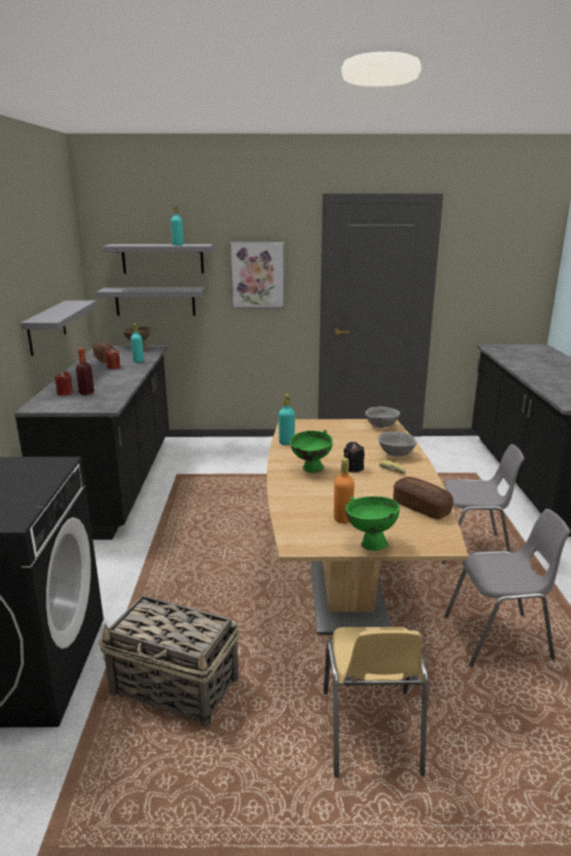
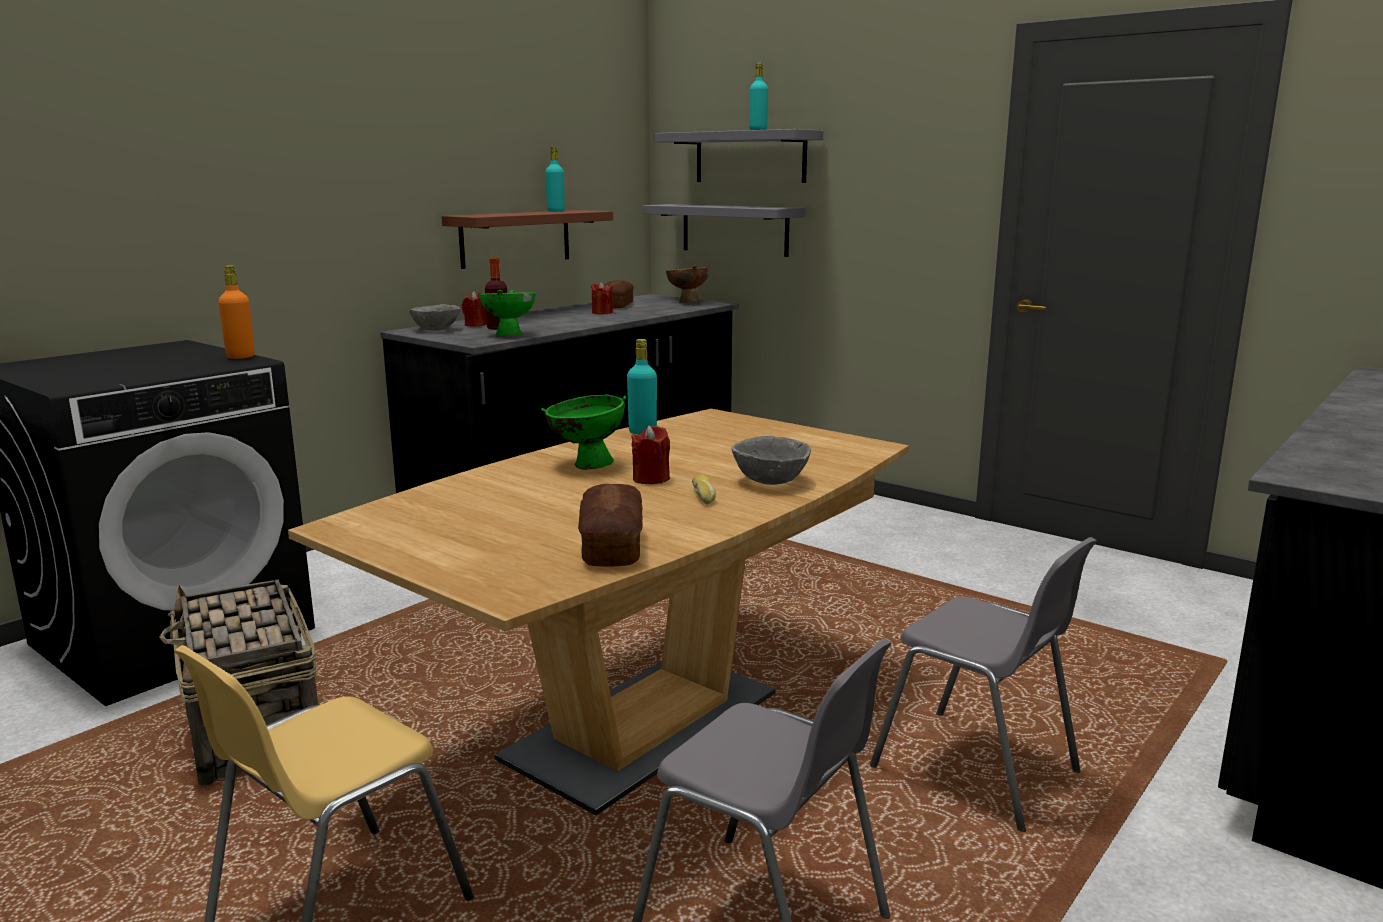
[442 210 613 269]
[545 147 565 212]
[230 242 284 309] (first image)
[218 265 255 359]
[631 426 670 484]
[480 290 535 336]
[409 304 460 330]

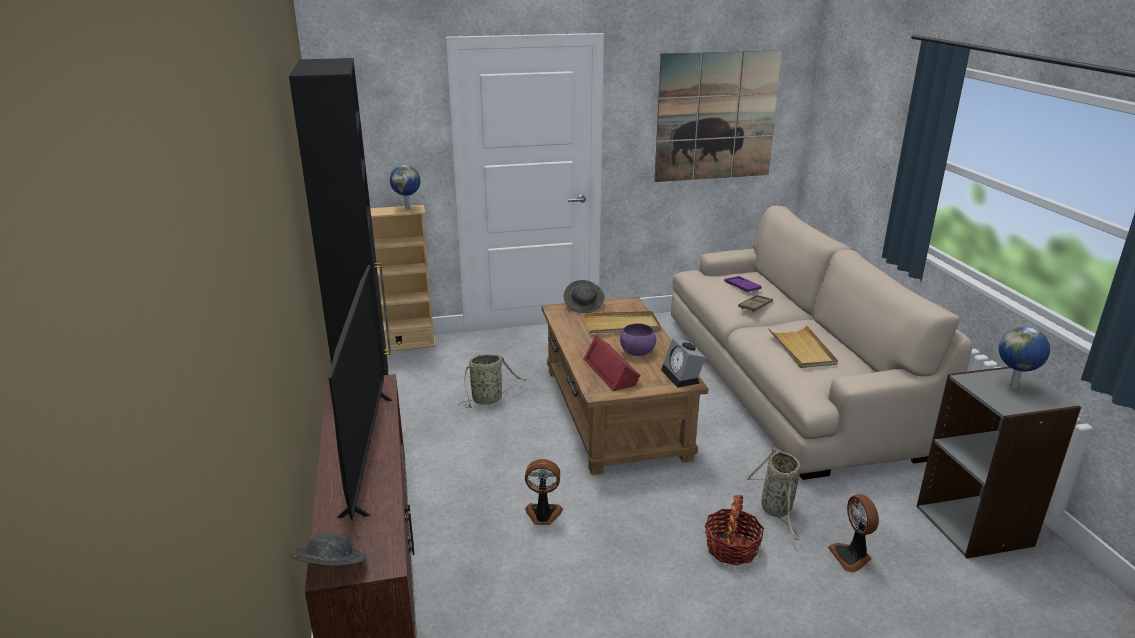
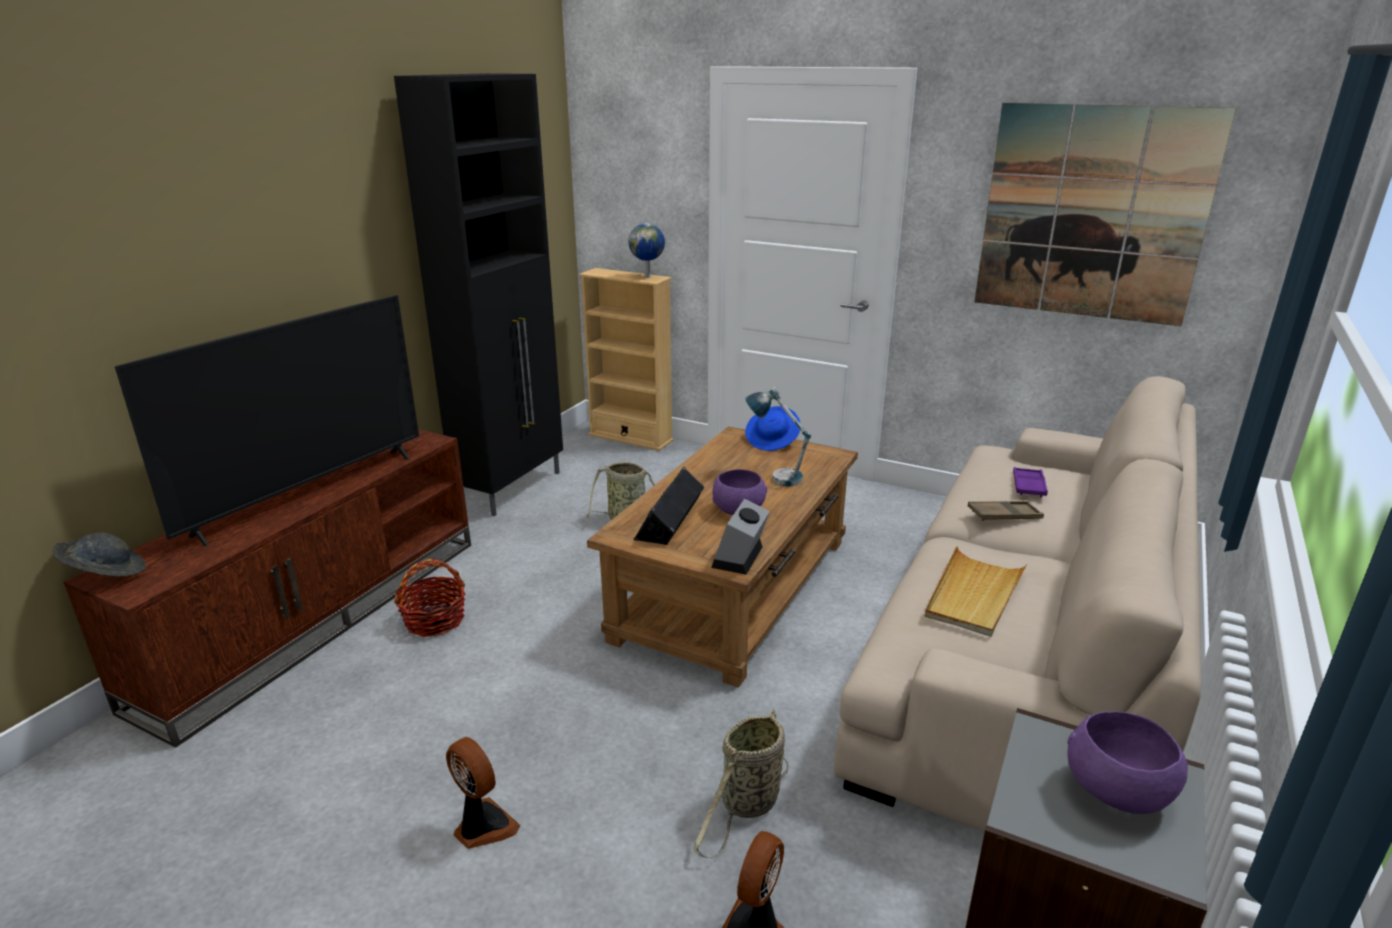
[446 737 520 849]
[745 406 801 451]
[745 386 811 487]
[633 466 704 545]
[394 559 465 637]
[1067 711 1188 814]

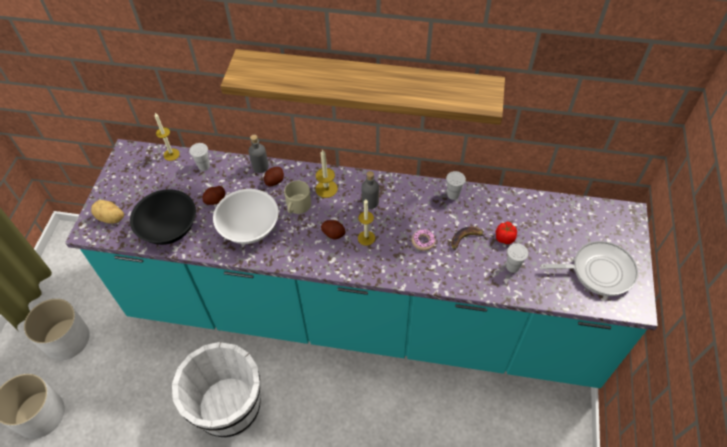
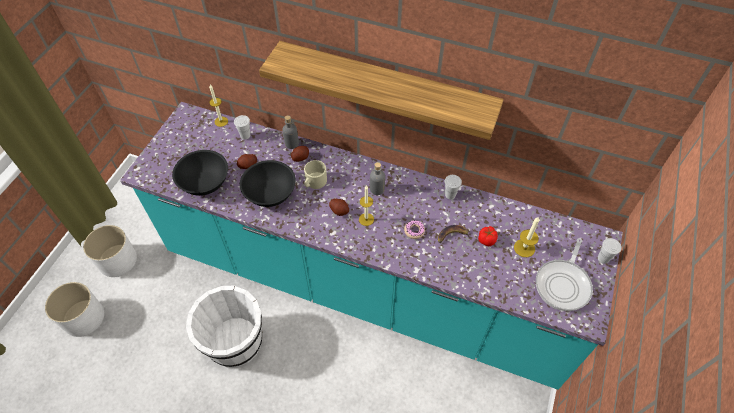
[91 200 124 224] (first image)
[240 160 296 207]
[514 217 539 257]
[598 238 621 264]
[536 238 593 311]

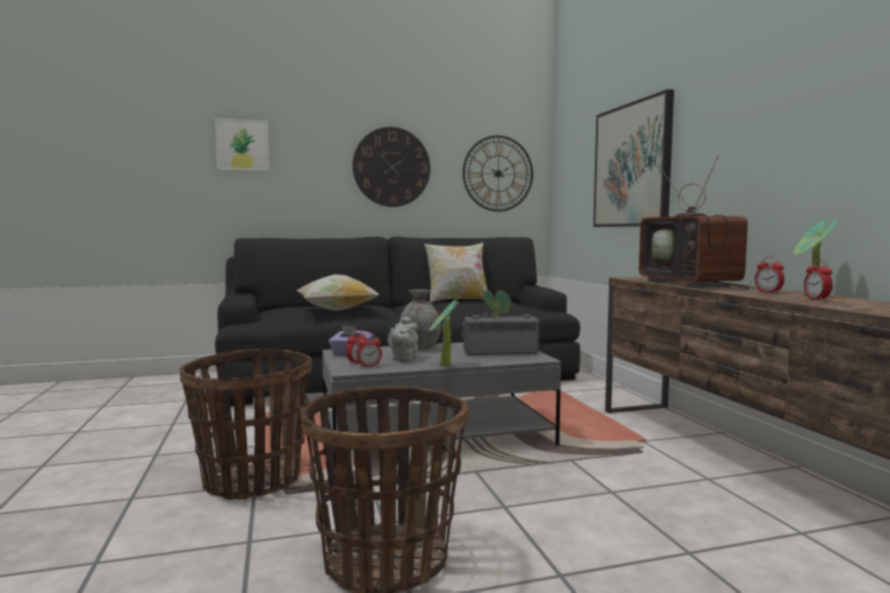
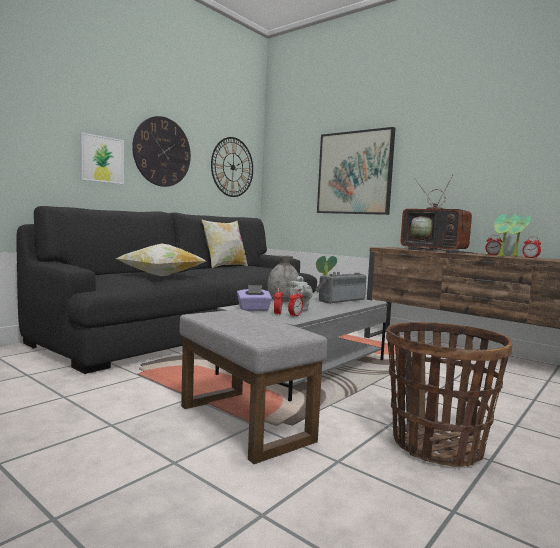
[180 309 327 464]
[80 132 124 184]
[494 214 518 257]

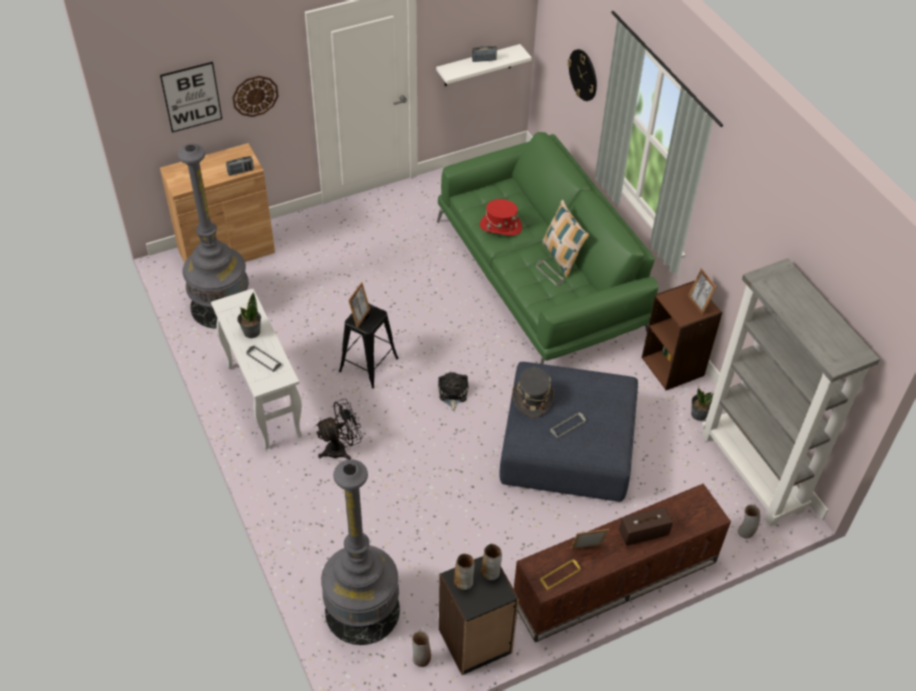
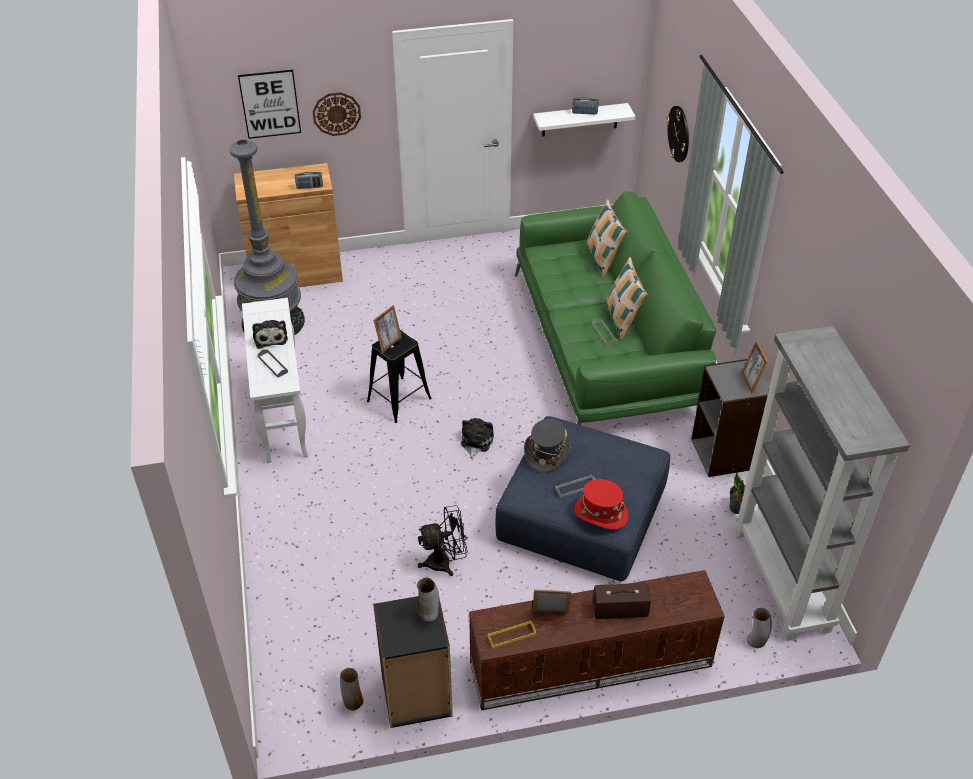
[252 320 288 349]
[418 505 468 576]
[321 459 400 645] (first image)
[454 554 475 590] (first image)
[574 479 628 530]
[691 359 770 477]
[586 199 627 277]

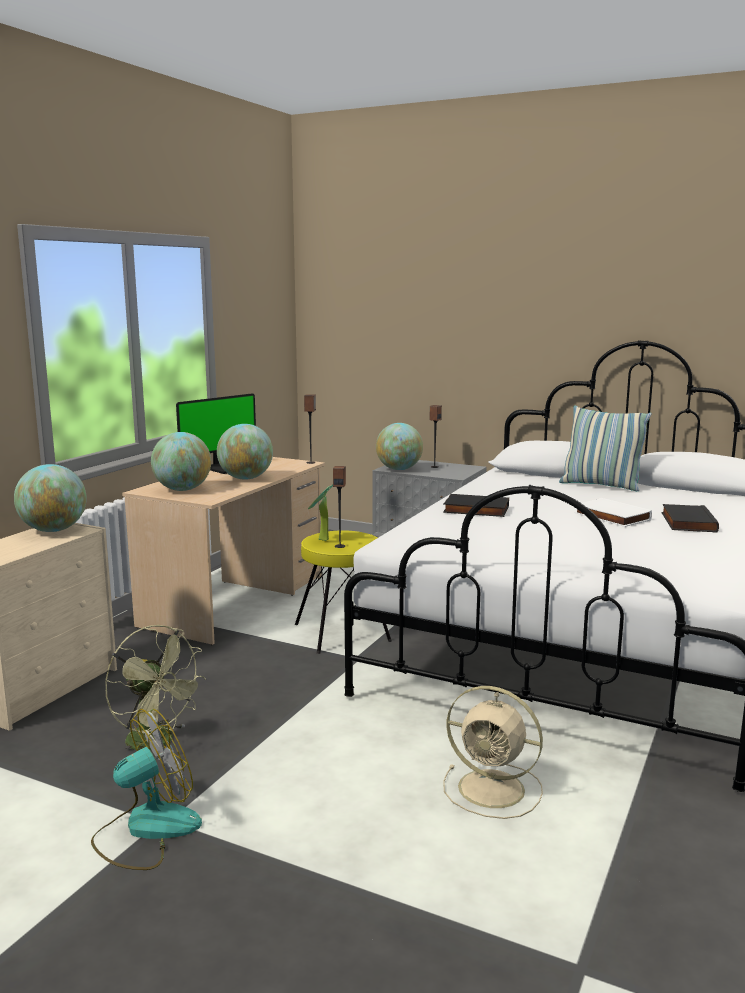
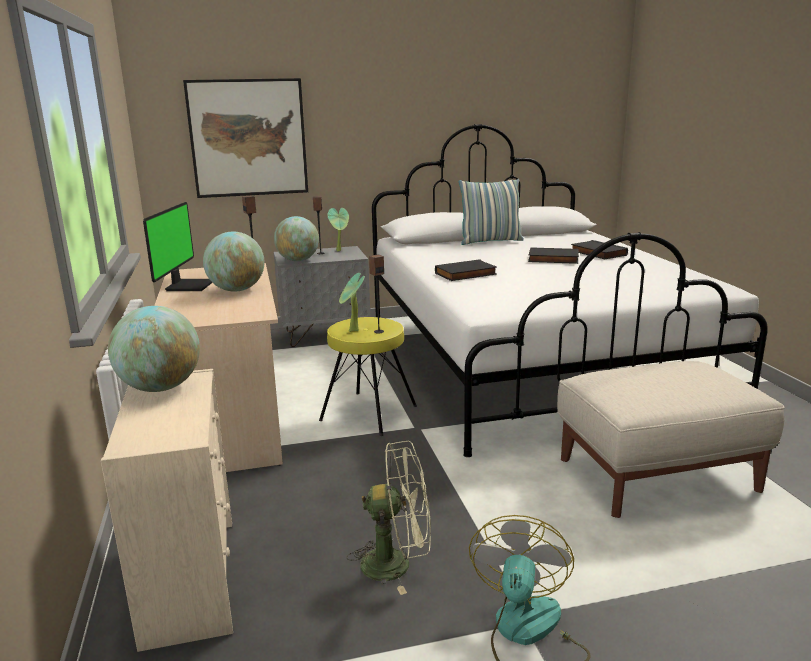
[151 432 211 491] (first image)
[557 361 785 518]
[528 247 579 264]
[183 78 308 198]
[327 208 349 252]

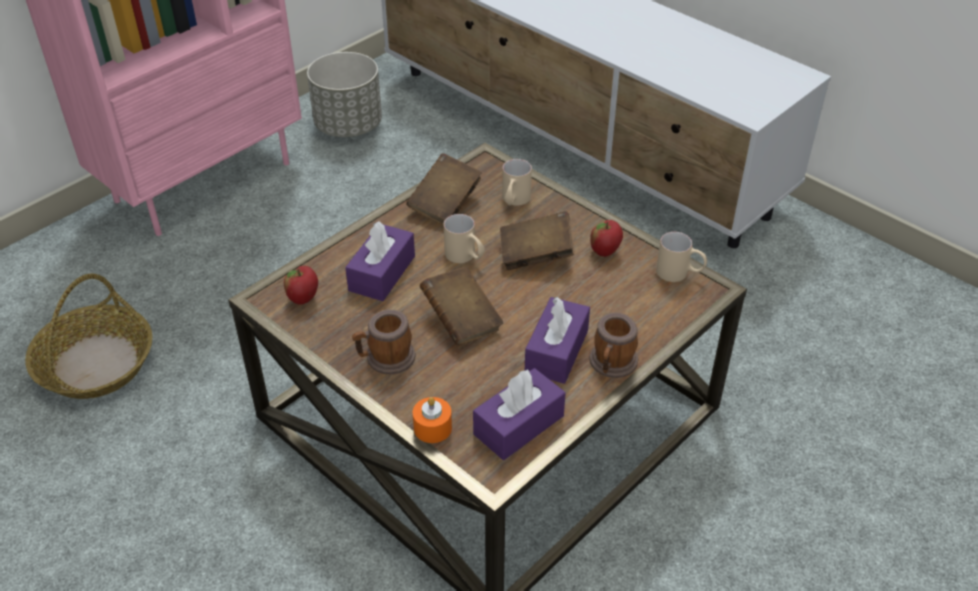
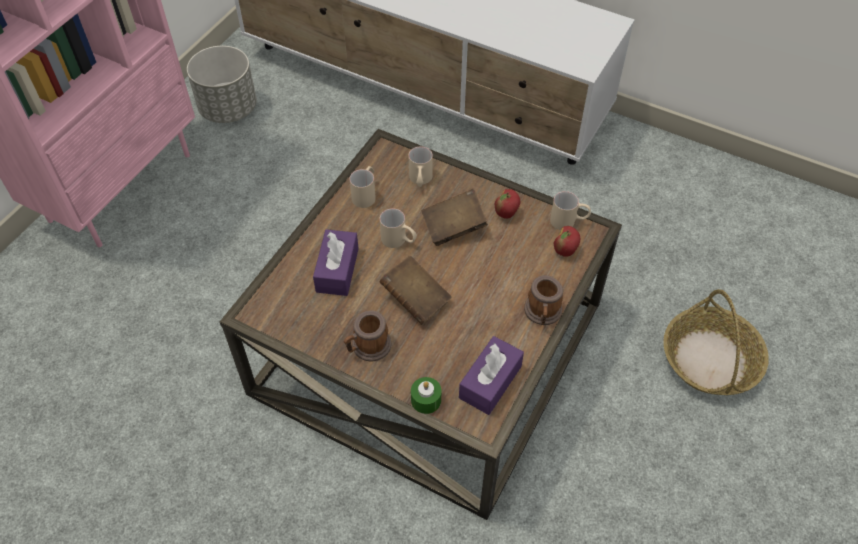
[663 289 769 395]
[554 226 580 257]
[349 166 376 208]
[411 377 441 414]
[525 297 590 384] (first image)

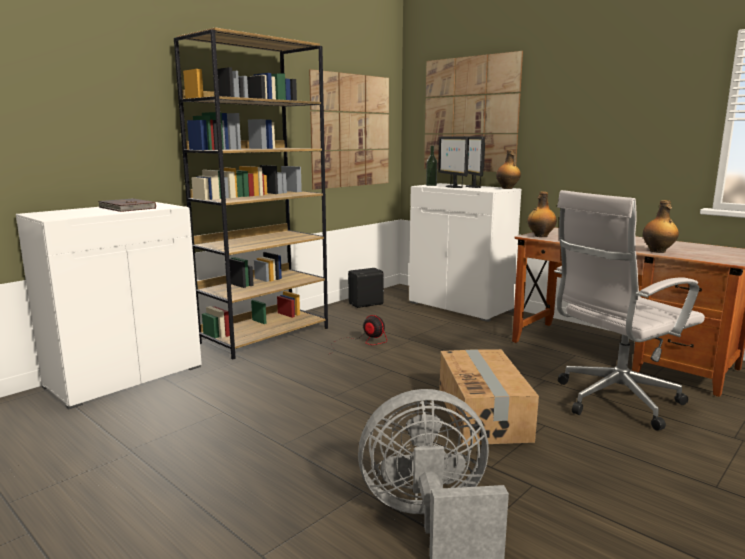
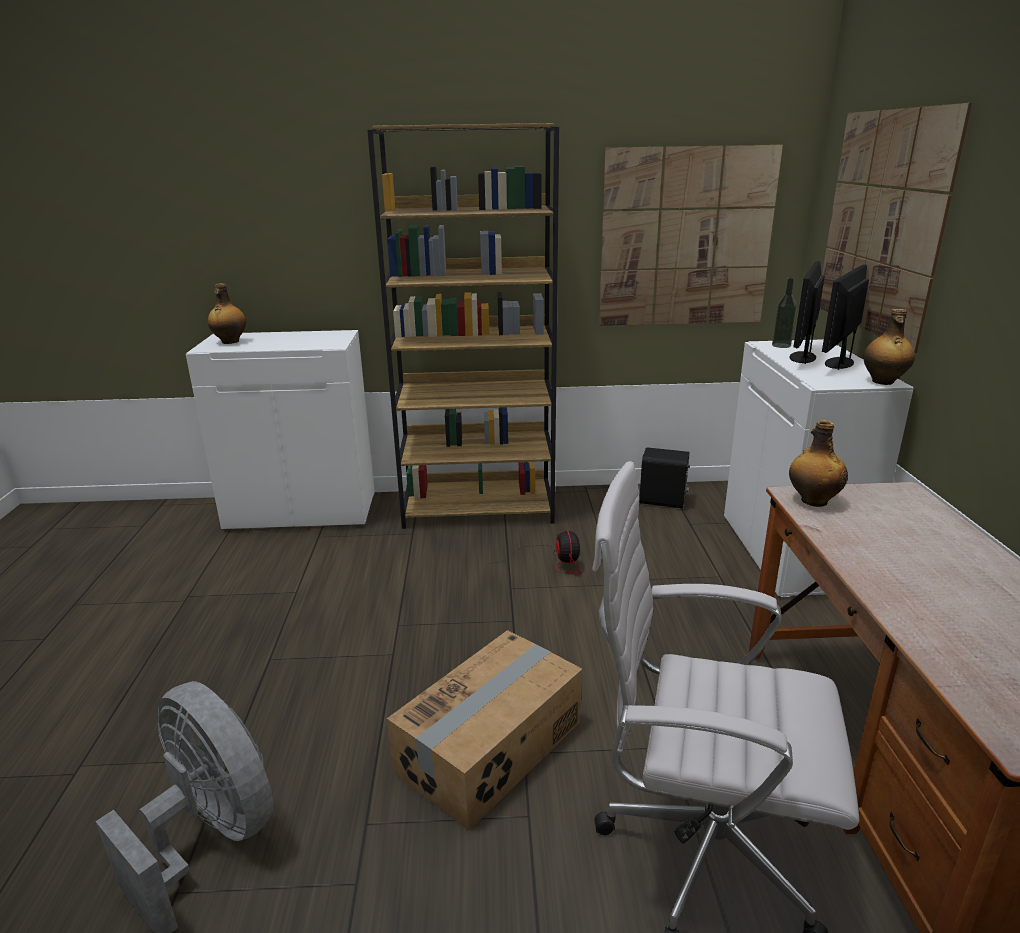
[98 198 156 212] (first image)
[207 283 246 344]

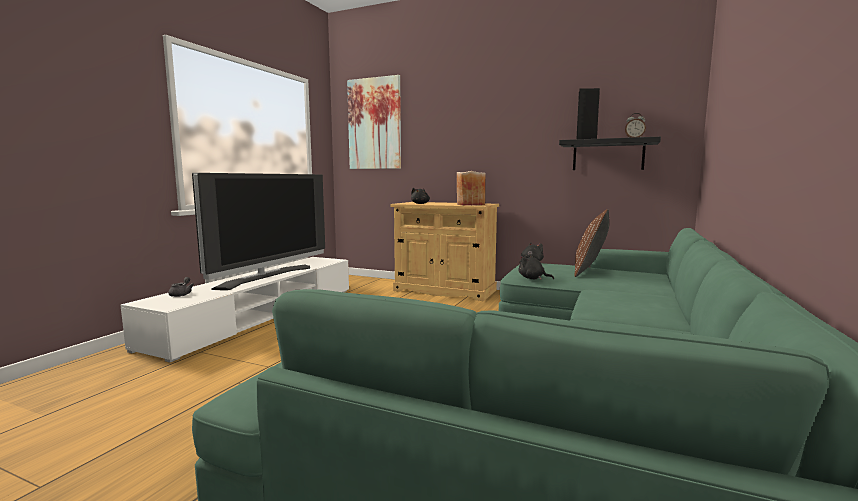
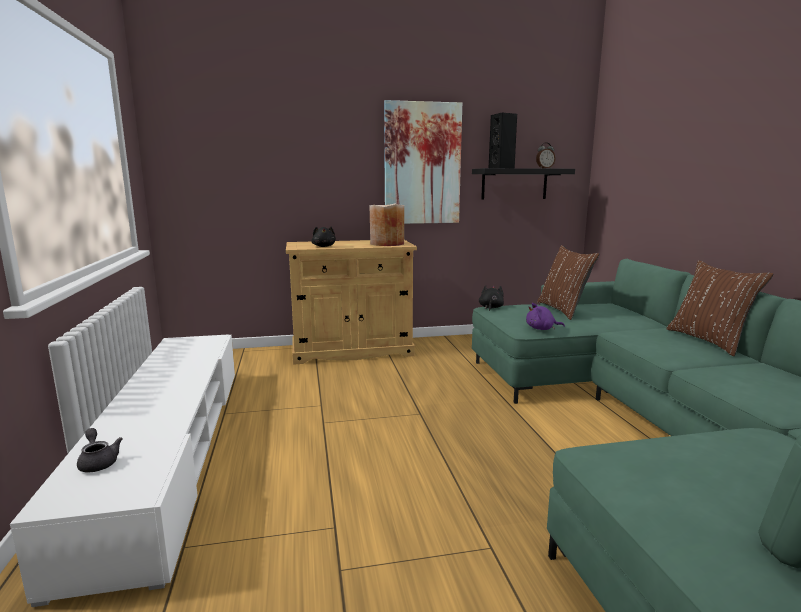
[192 173 325 290] (first image)
[384 100 462 224]
[526 303 565 330]
[666 260 774 356]

